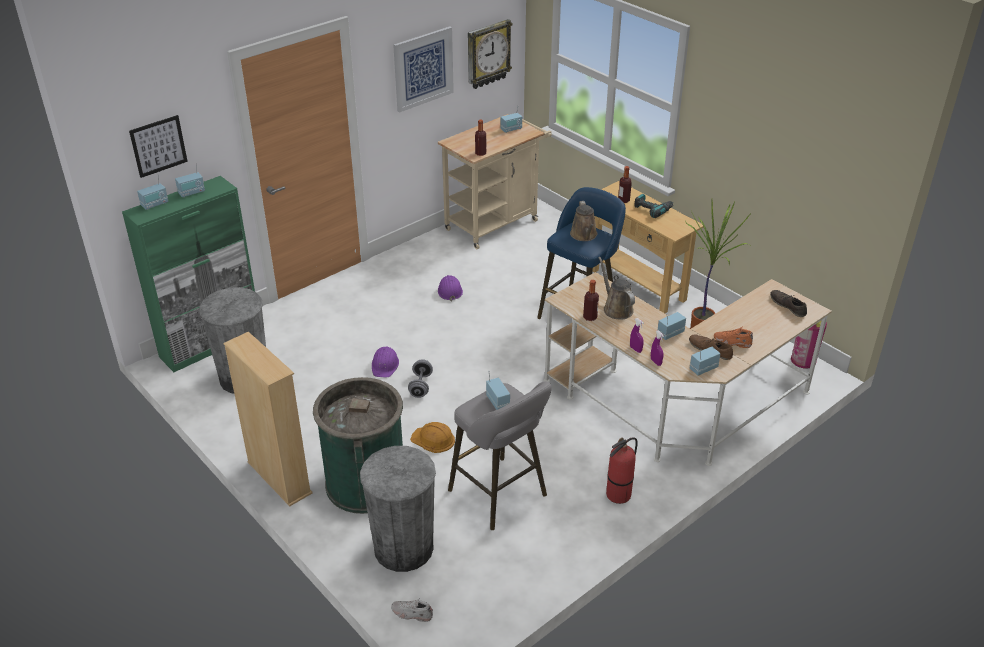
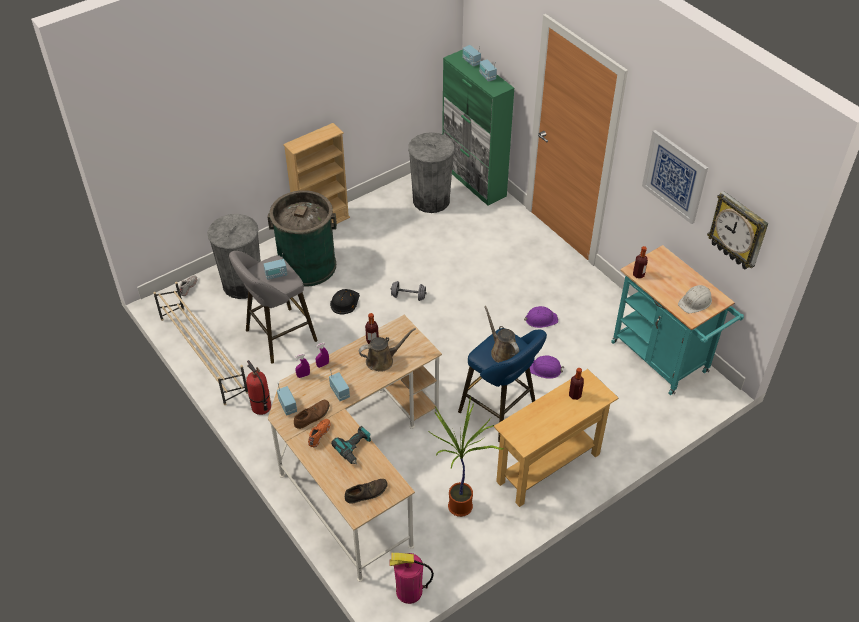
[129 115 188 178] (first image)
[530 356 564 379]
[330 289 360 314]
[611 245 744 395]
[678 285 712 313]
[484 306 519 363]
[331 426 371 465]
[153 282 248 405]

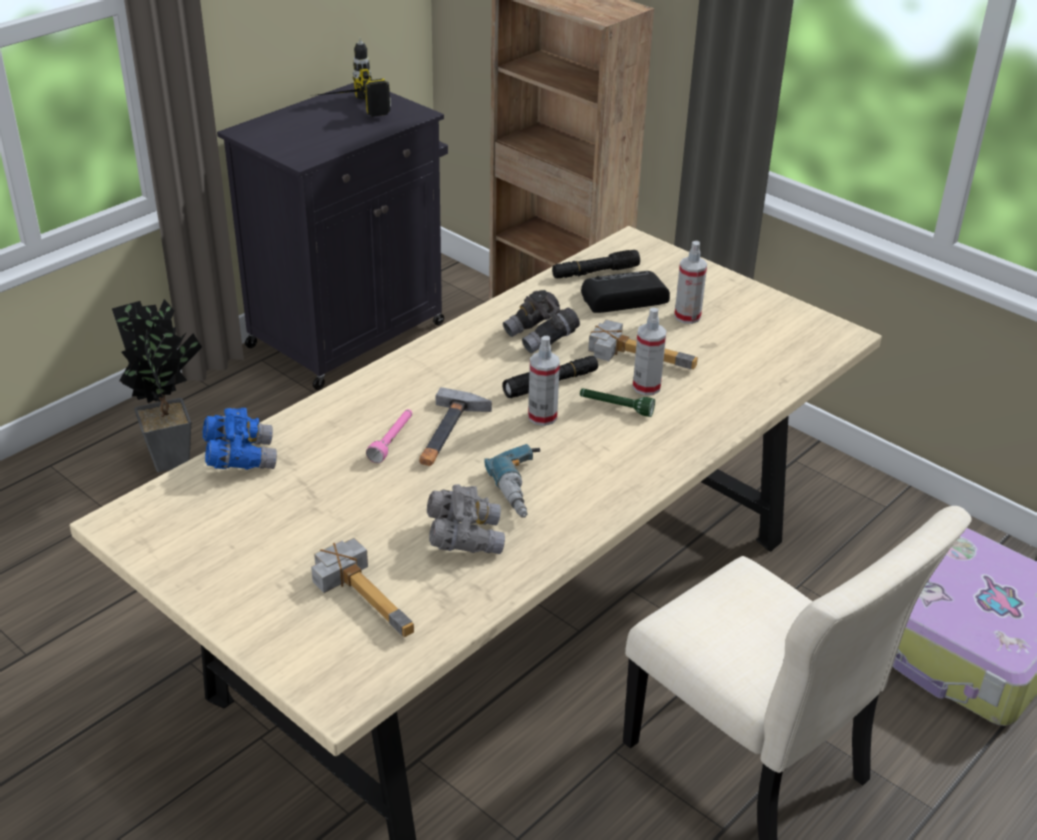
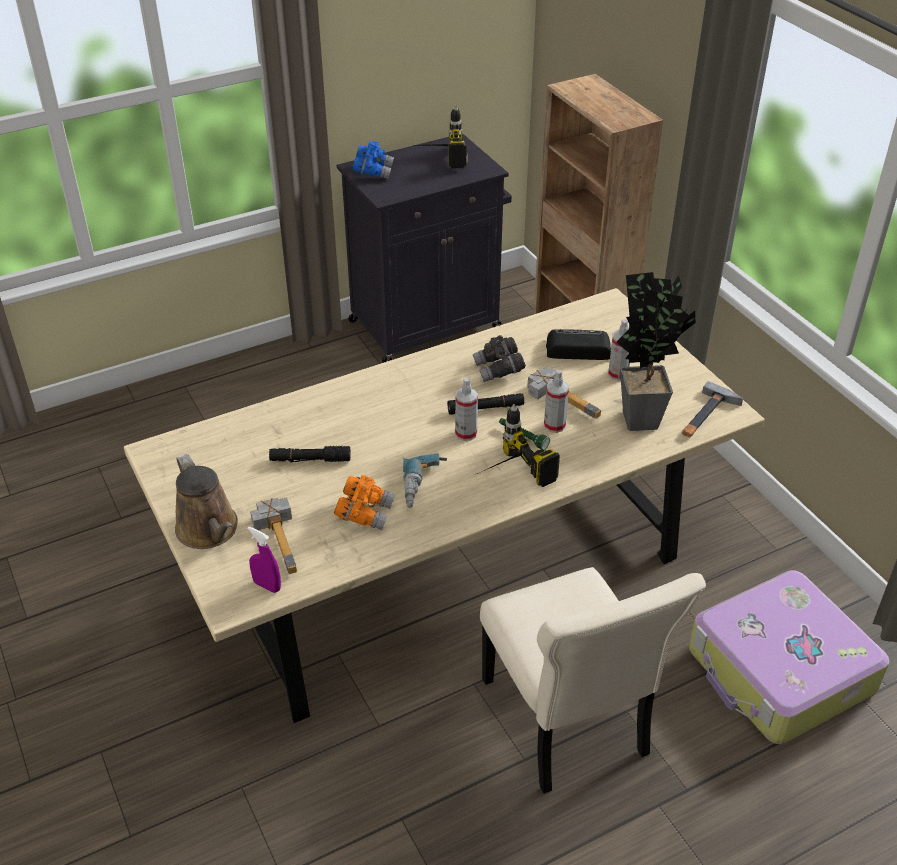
[616 272 695 431]
[353 141 394 179]
[366 409 412 463] (first image)
[682 381 743 437]
[334 475 395 530]
[269 446 351 463]
[175 454 238 549]
[247 526 281 593]
[477 404 560 487]

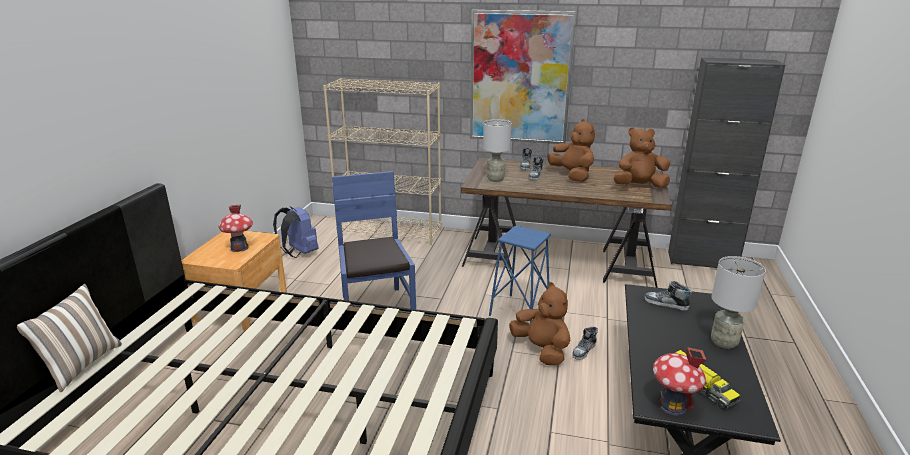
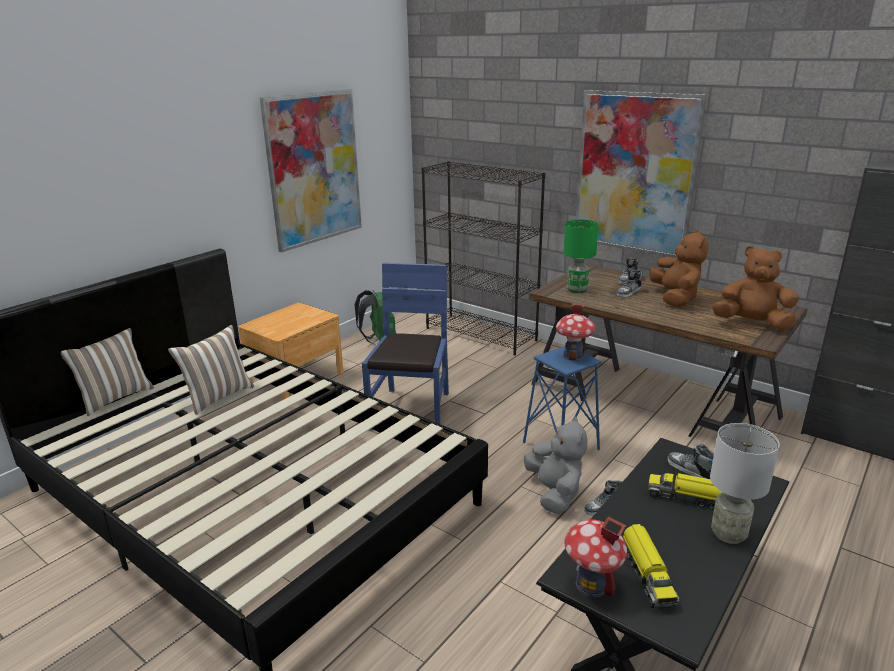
[556 304 596 361]
[354 290 396 344]
[421 161 545 355]
[563 219 599 293]
[524 417 587 514]
[168 325 254 415]
[260 89 362 252]
[648 472 723 509]

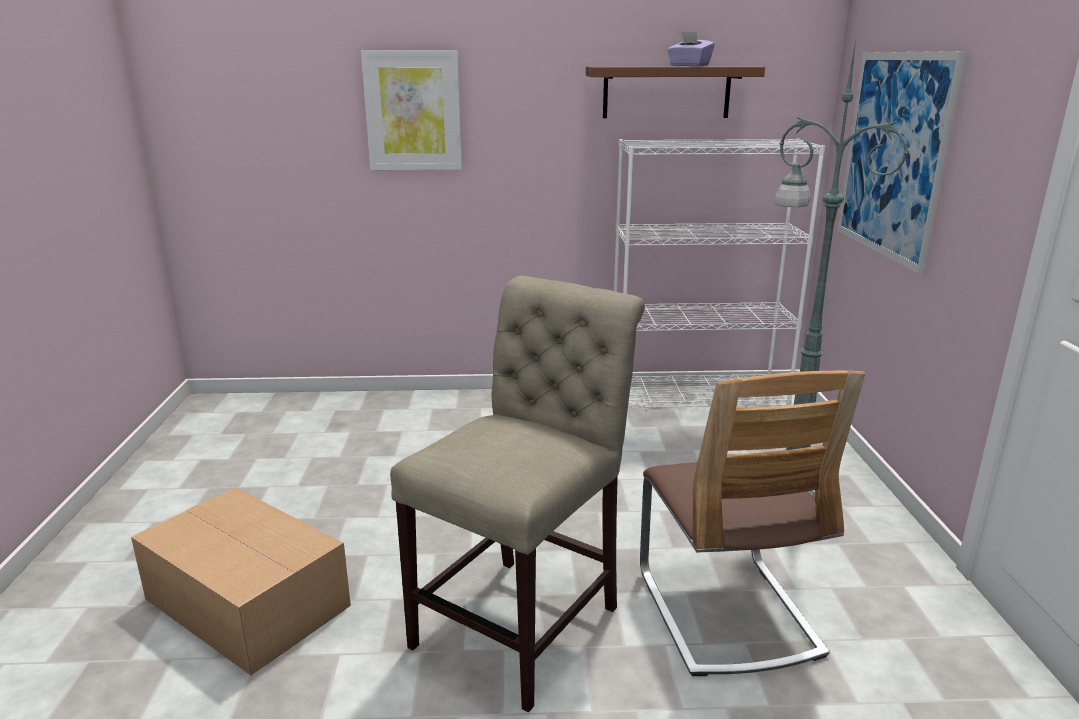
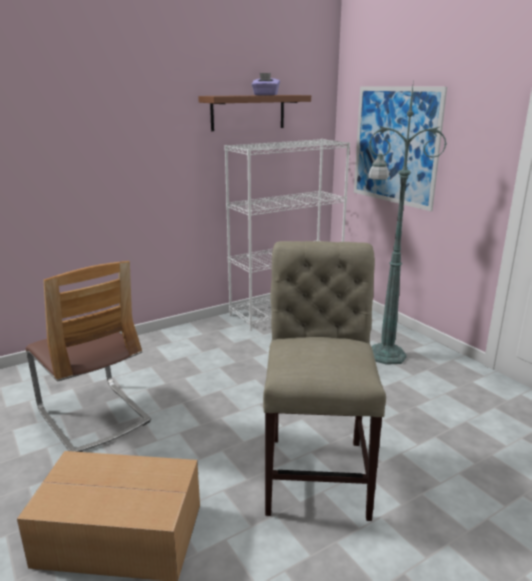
[361 50 462 170] (first image)
[25 261 151 452]

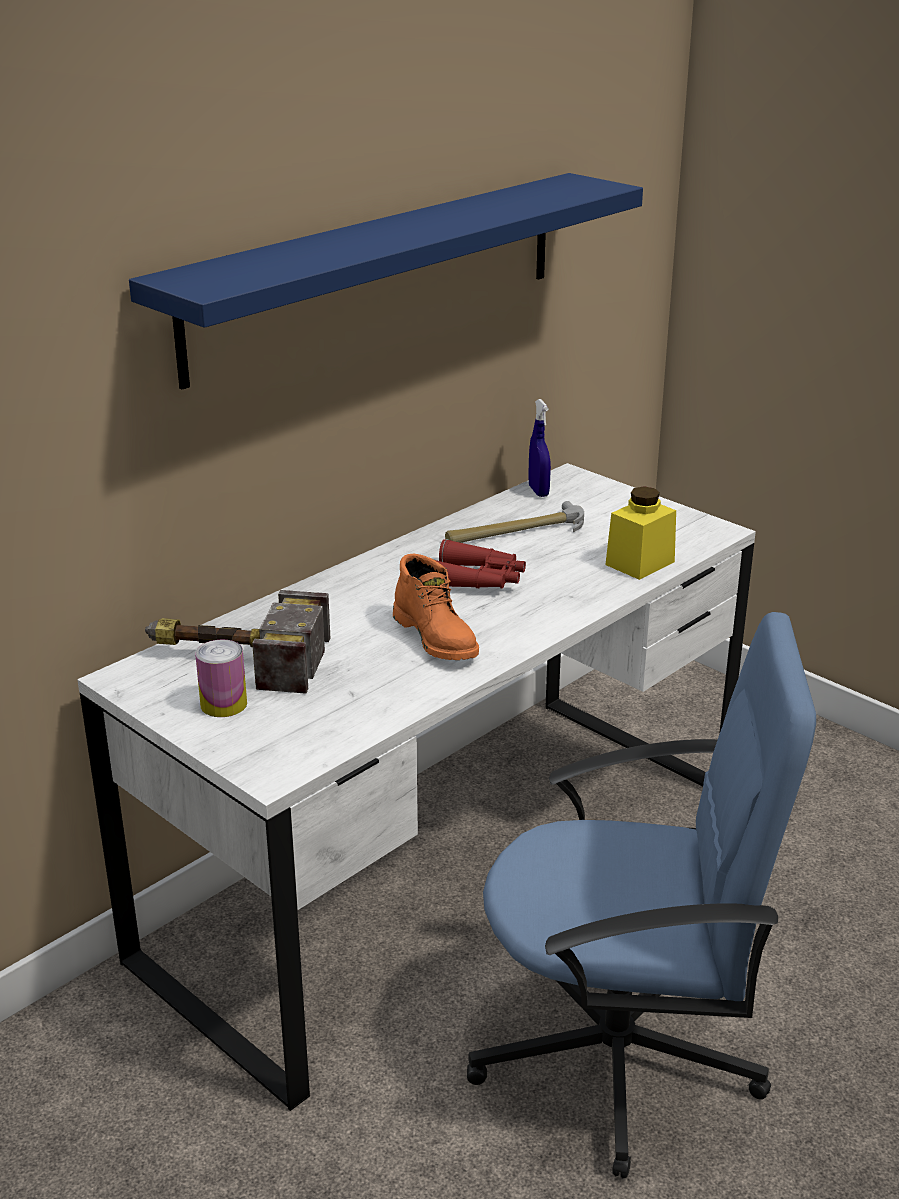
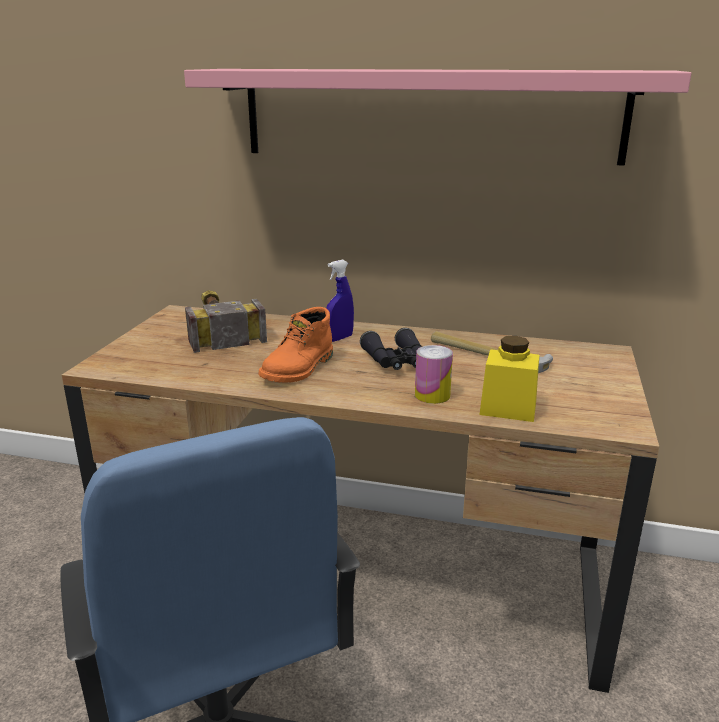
[62 305 659 693]
[184 69 692 166]
[415 345 453 404]
[360 328 422 370]
[326 260 354 342]

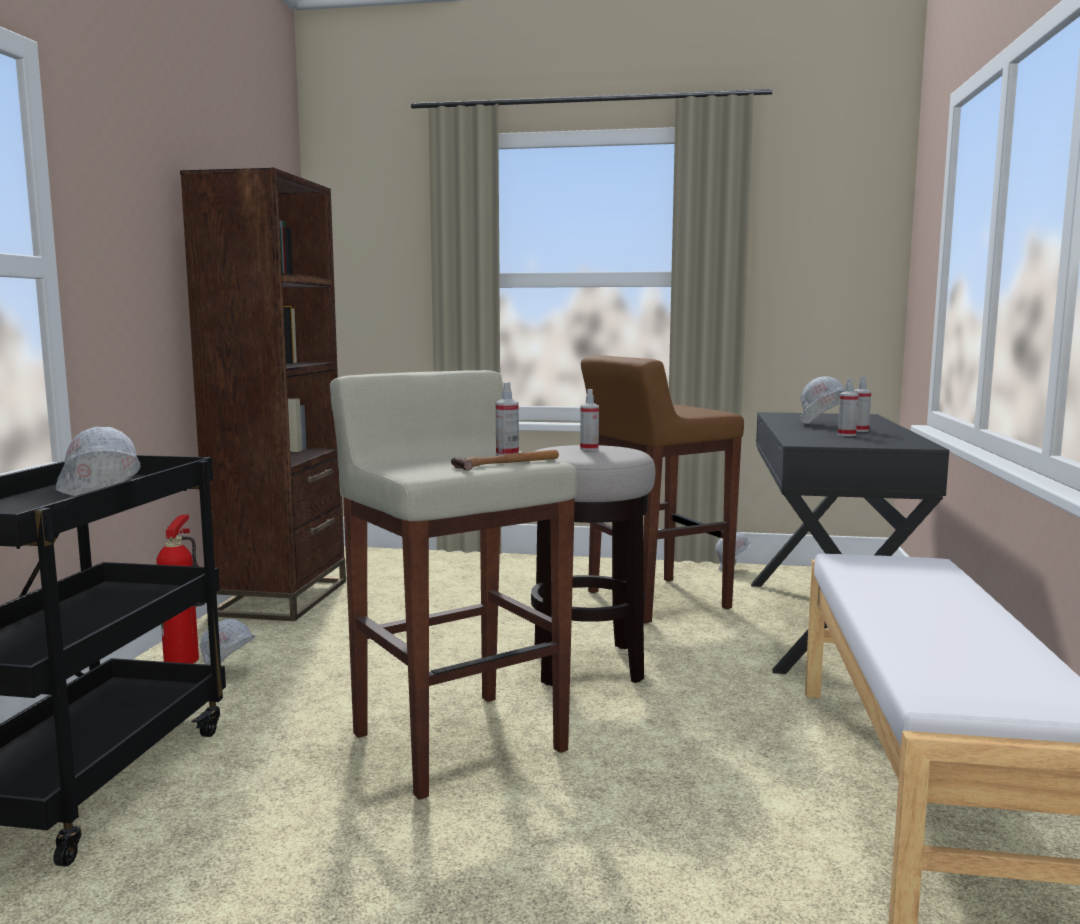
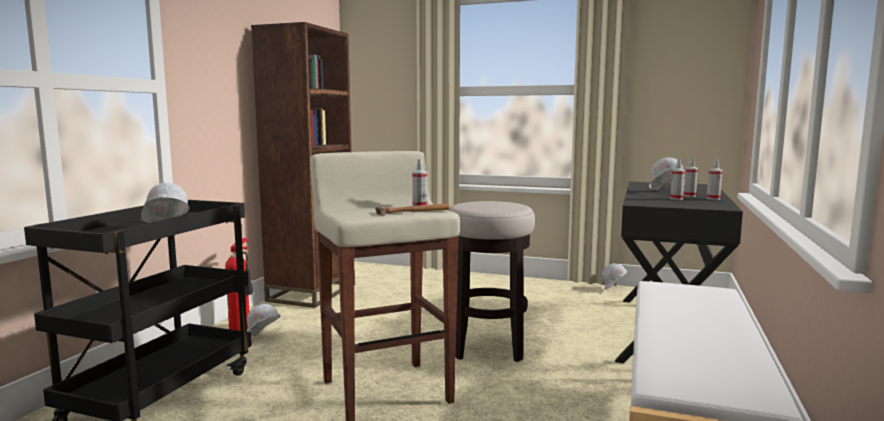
[707 159 723 200]
[581 355 744 623] (first image)

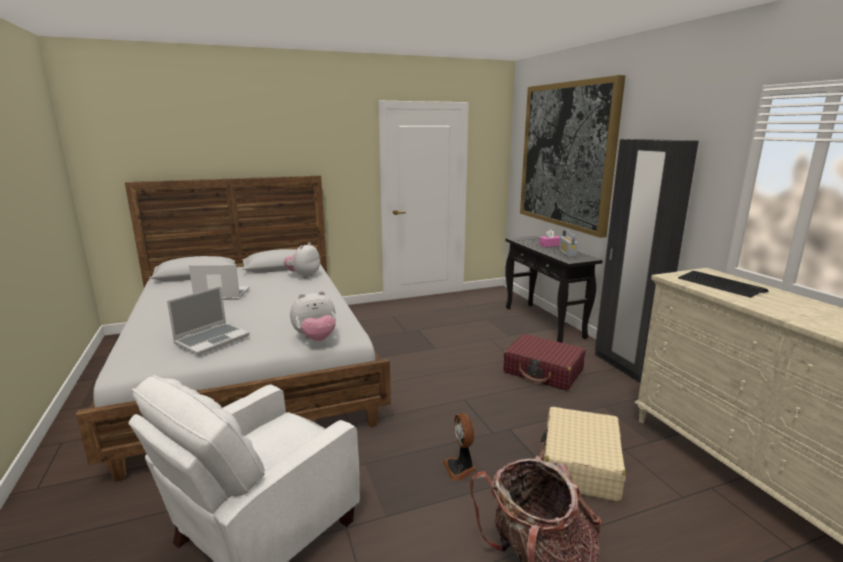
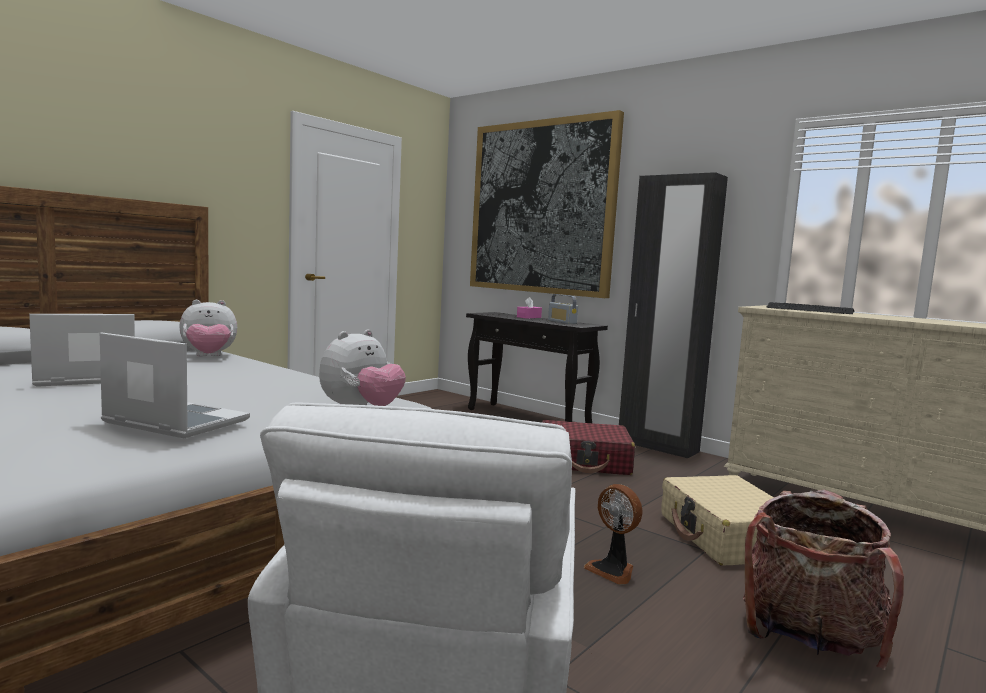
[100 332 250 438]
[179 300 237 356]

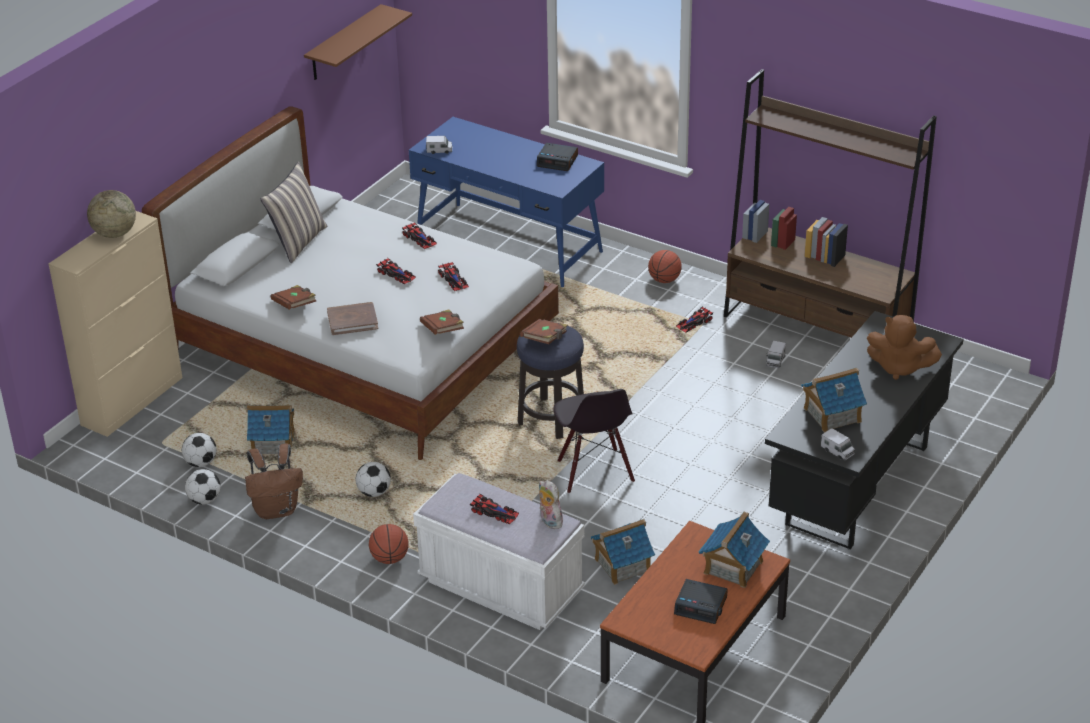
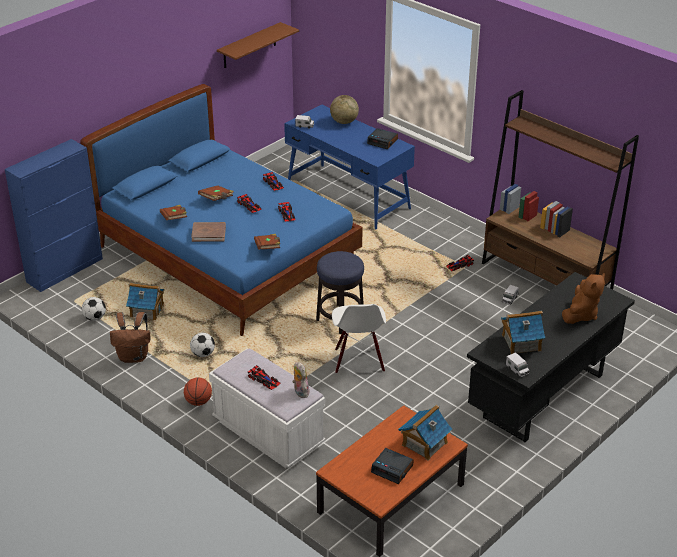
[5 139 103 292]
[330 95 359 124]
[80 84 363 336]
[185 469 221 505] (first image)
[261 162 327 263] (first image)
[198 186 234 201]
[332 304 386 373]
[591 519 655 585] (first image)
[648 250 682 283] (first image)
[562 273 605 324]

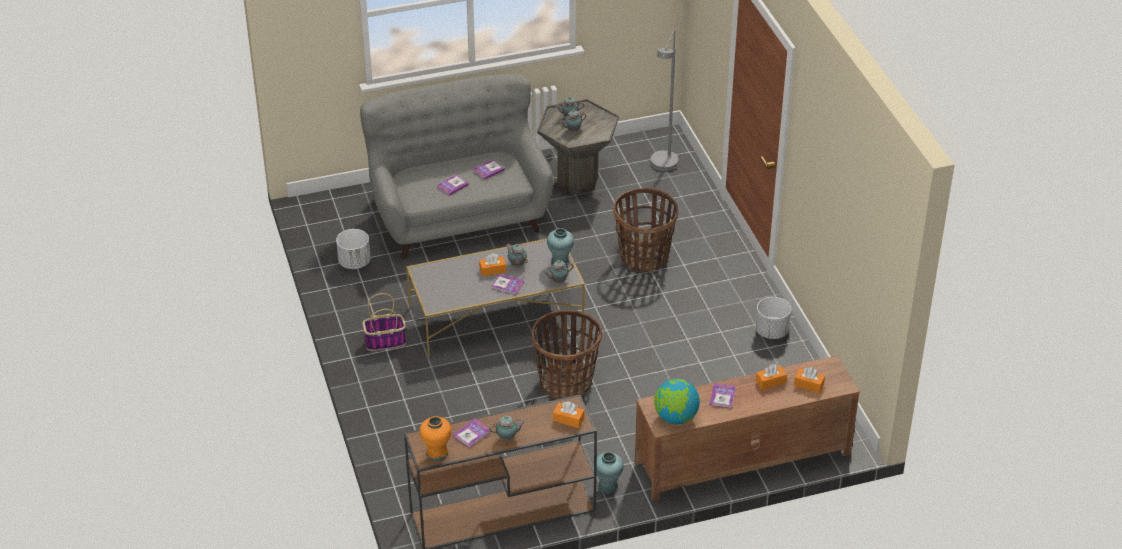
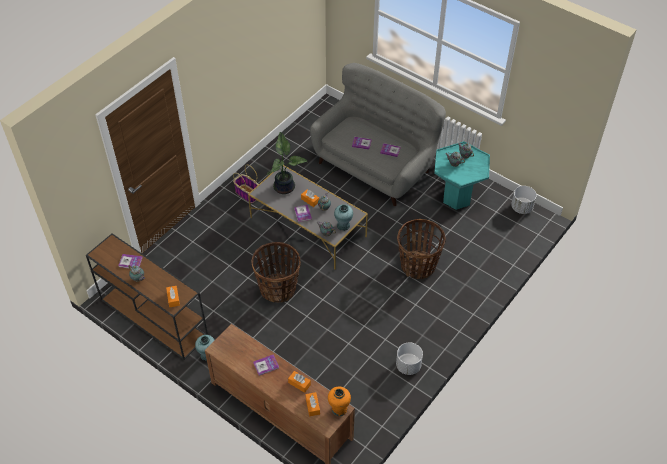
[511 186 537 214]
[328 387 351 416]
[434 141 490 210]
[650 29 678 171] (first image)
[654 379 700 424] (first image)
[267 132 307 194]

